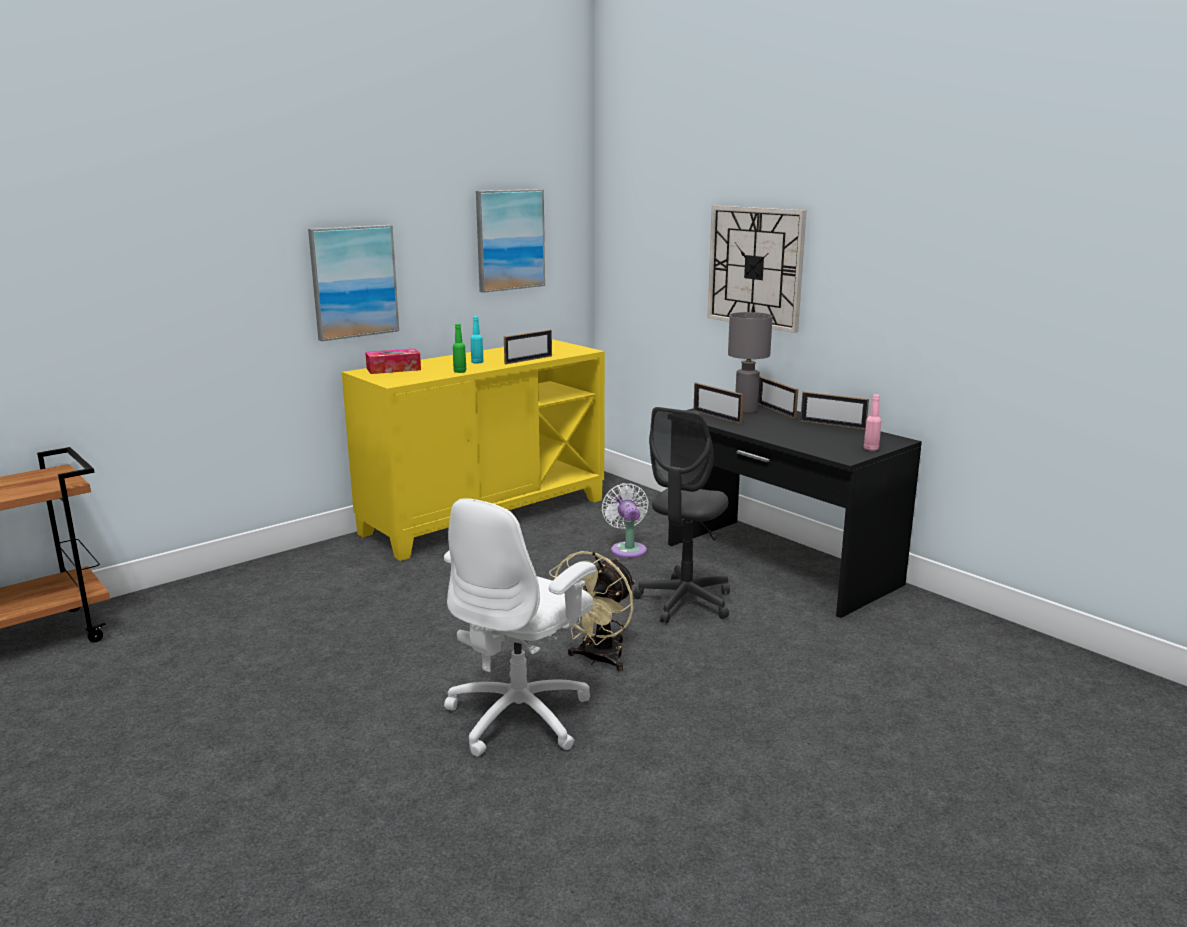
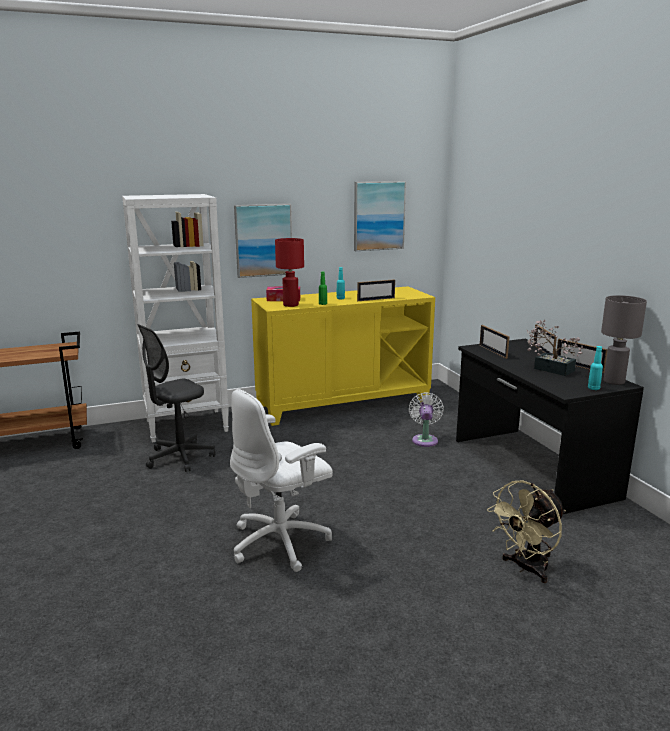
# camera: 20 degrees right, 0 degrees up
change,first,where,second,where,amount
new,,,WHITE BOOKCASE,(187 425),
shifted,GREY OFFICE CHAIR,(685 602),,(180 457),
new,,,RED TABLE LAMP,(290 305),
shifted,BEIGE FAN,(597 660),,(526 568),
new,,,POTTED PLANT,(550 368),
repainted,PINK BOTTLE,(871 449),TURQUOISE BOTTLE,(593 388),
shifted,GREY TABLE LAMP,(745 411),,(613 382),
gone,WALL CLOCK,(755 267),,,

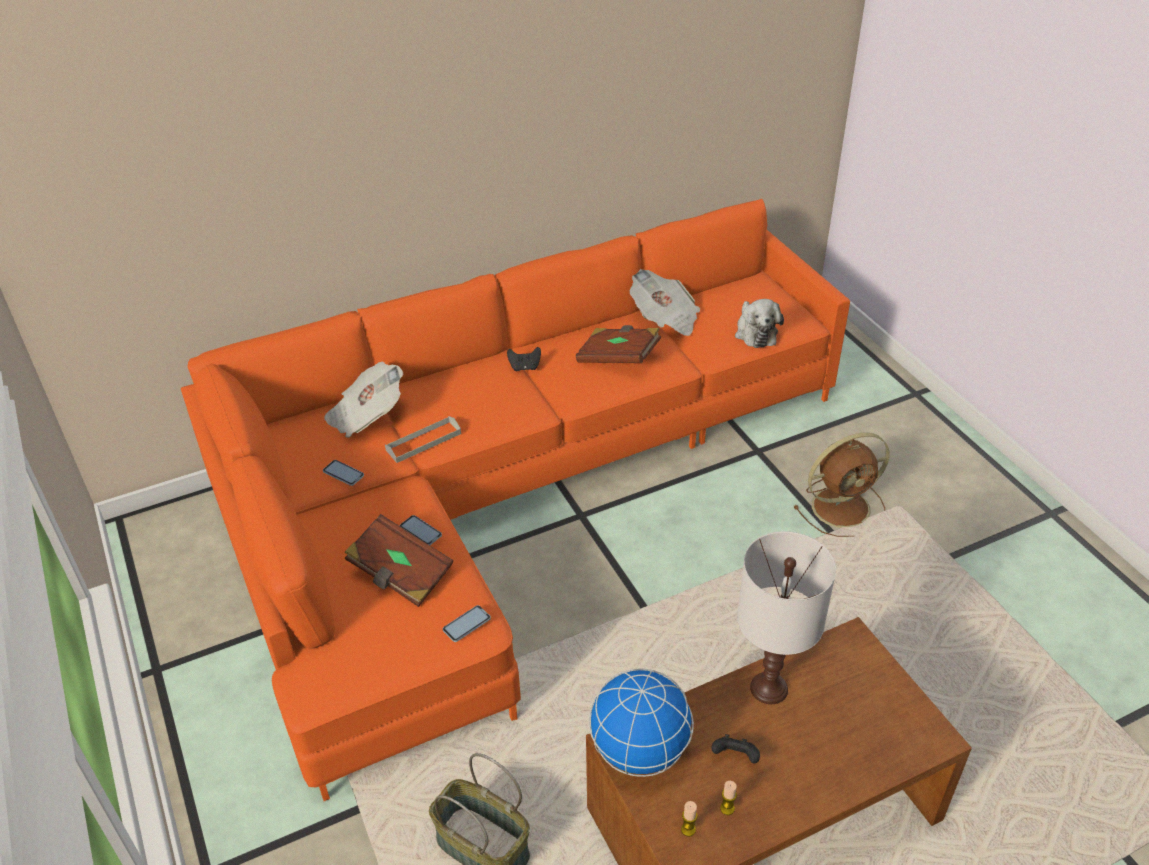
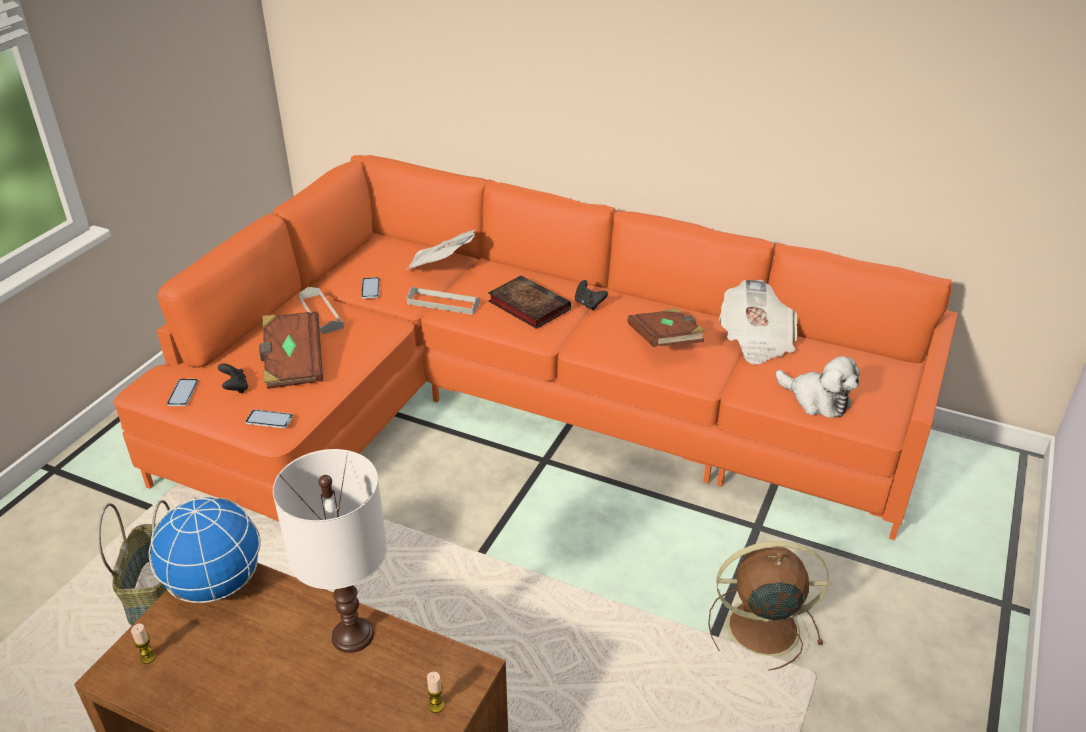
# camera: 50 degrees right, 5 degrees down
change,first,where,second,where,amount
shifted,PHONE,(420 531),,(183 393),
shifted,BLACK GAME CONTROLLER,(735 757),,(235 388),
new,,,GREY TRAY,(321 313),
shifted,CANDLE,(727 808),,(436 706),
new,,,BOOK,(527 305),
rotated,BROWN FAN,(843 507),,(759 628),150 degrees clockwise
rotated,PLUSH TOY,(755 332),,(817 400),90 degrees counterclockwise

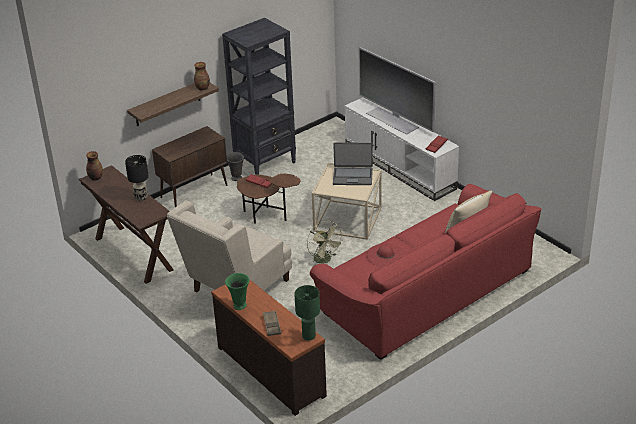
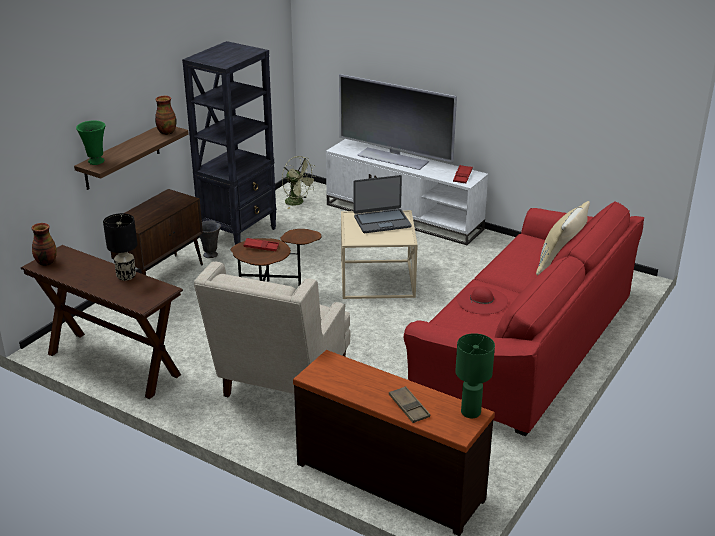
# camera: 20 degrees left, 5 degrees down
change,first,where,second,where,amount
shifted,GREEN VASE,(239 306),,(96 162),
shifted,GREEN FAN,(325 260),,(298 202),

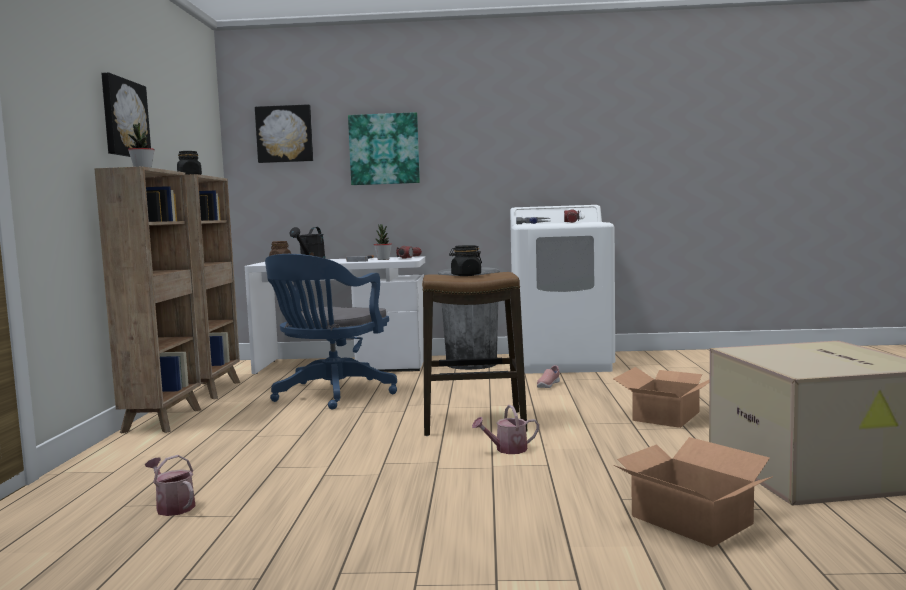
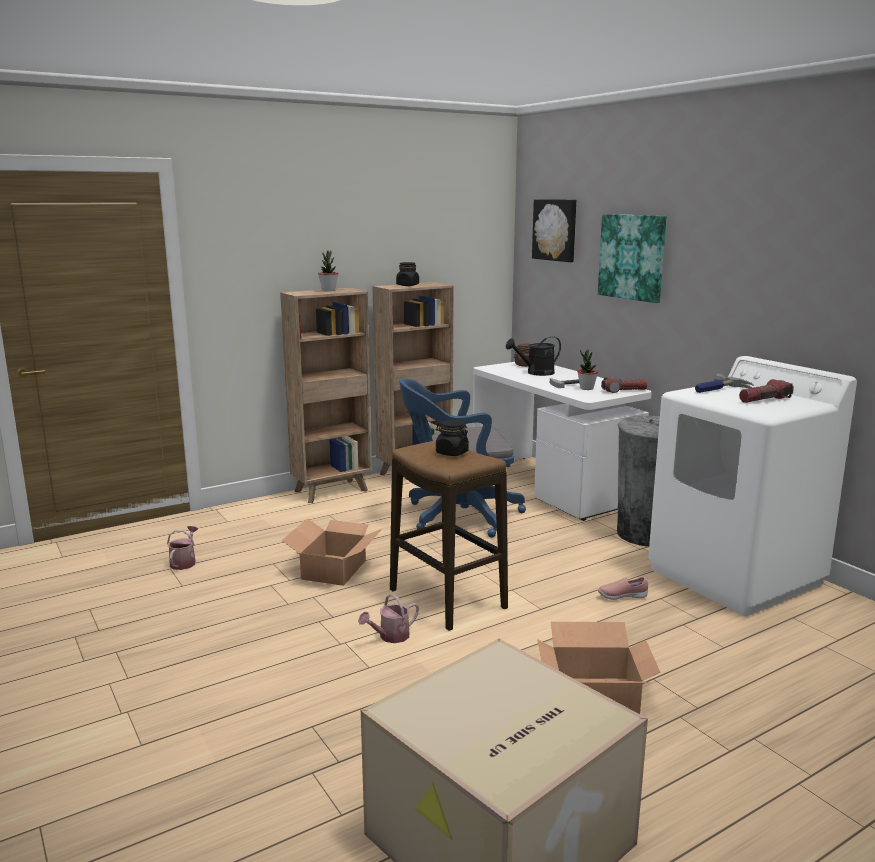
# camera: 55 degrees right, 10 degrees up
change,first,where,second,where,amount
shifted,CARDBOARD BOX,(691 521),,(333 570),
rotated,WATERING CAN,(507 449),,(390 637),75 degrees counterclockwise
gone,PICTURE,(123 118),,,

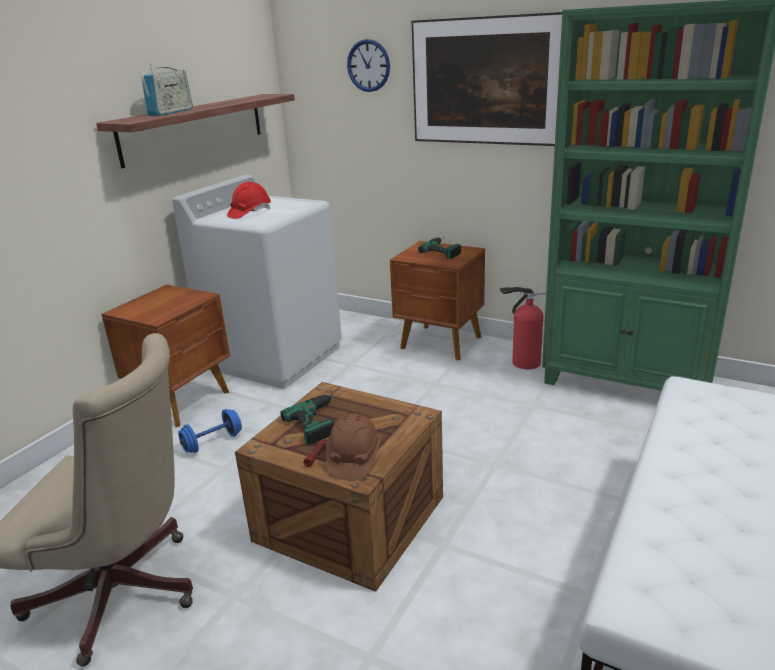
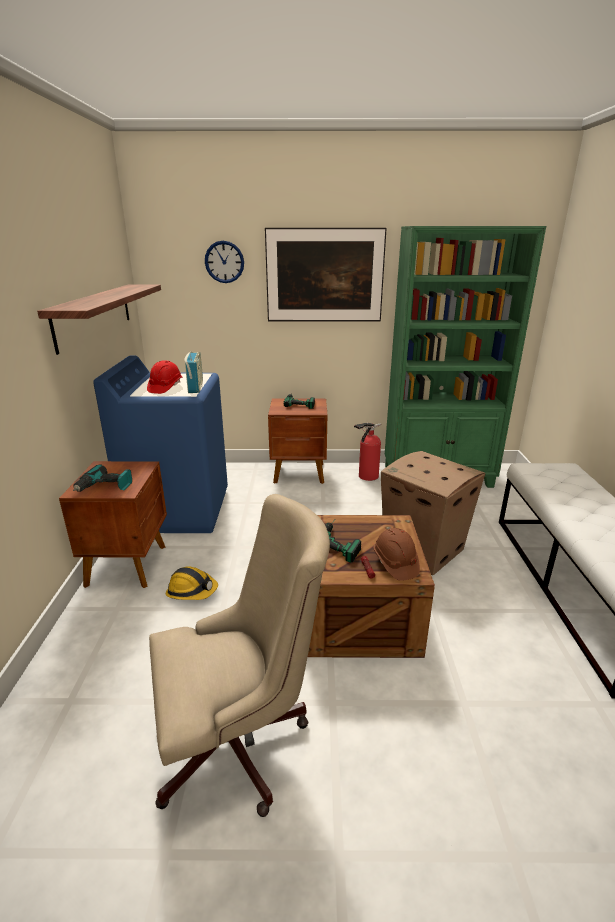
# camera: 30 degrees left, 0 degrees up
change,first,where,second,where,amount
new,,,POWER DRILL,(105 487),
repainted,WHITE WASHING MACHINE,(275 357),BLUE WASHING MACHINE,(178 509),
swapped,BLUE DUMBBELL,(212 442),HARD HAT,(192 591),
shifted,RADIO,(171 112),,(195 387),
new,,,CARDBOARD BOX,(424 550),

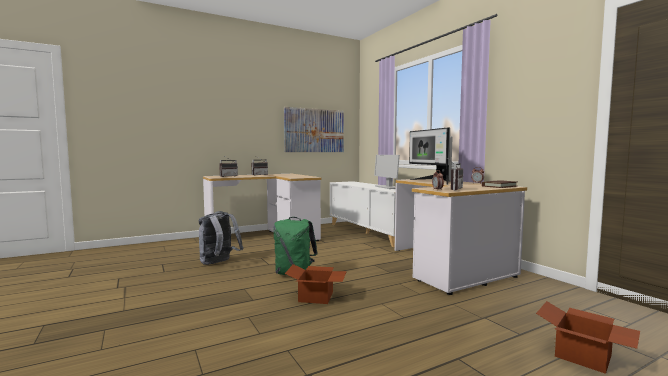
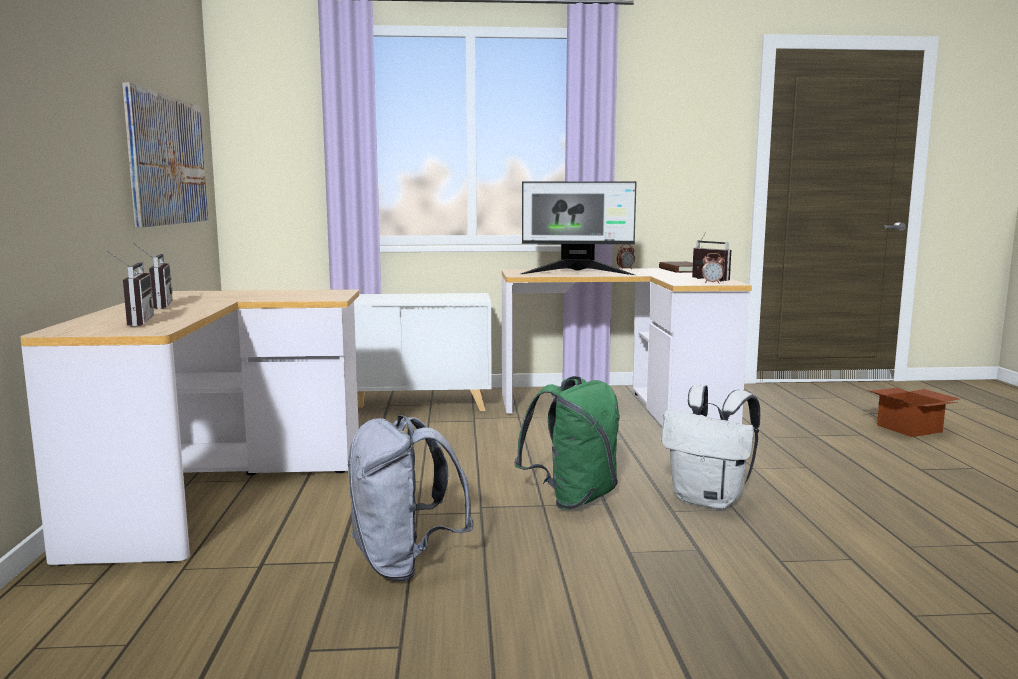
# camera: 65 degrees left, 5 degrees up
change,first,where,second,where,amount
swapped,CARDBOARD BOX,(317 297),WHITE BACKPACK,(710 500),
gone,MONITOR,(387 187),,,

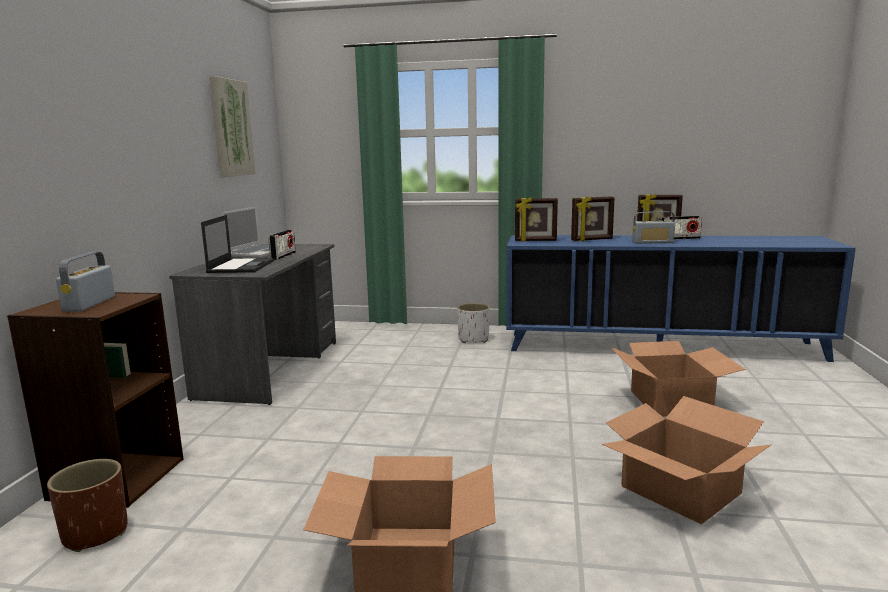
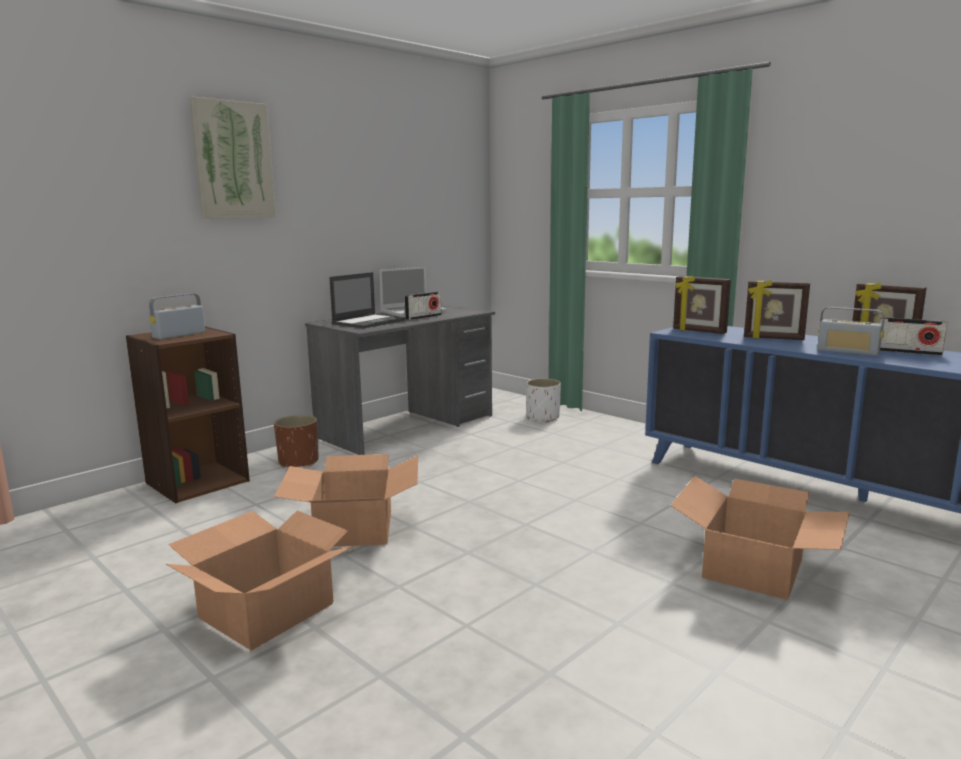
# camera: 35 degrees right, 0 degrees up
change,first,where,second,where,amount
shifted,PICTURE,(231 128),,(233 160),
shifted,BROWN PLANTER,(95 534),,(298 462),
shifted,CARDBOARD BOX,(680 490),,(353 528),
shifted,WHITE PLANTER,(473 339),,(543 417),

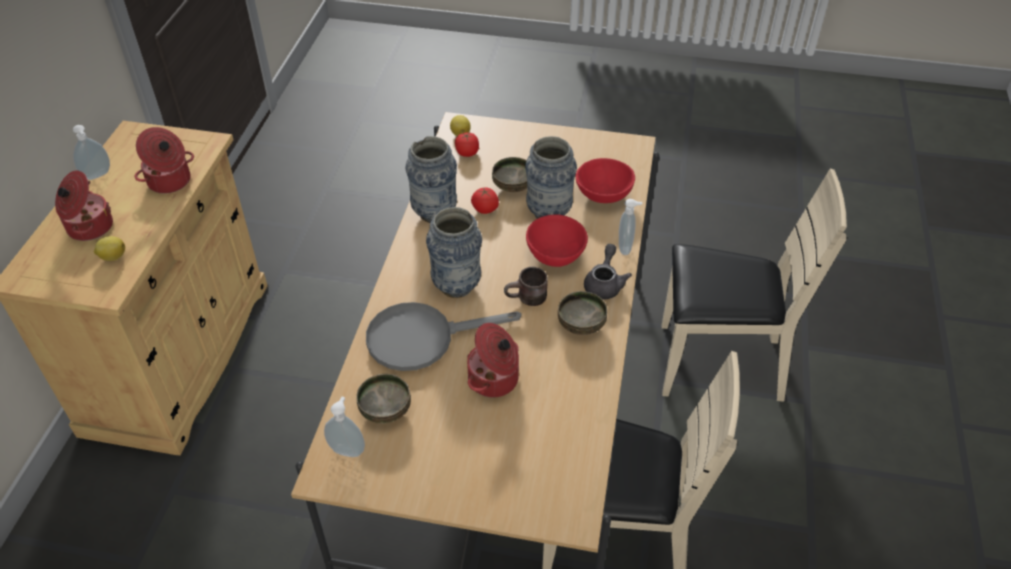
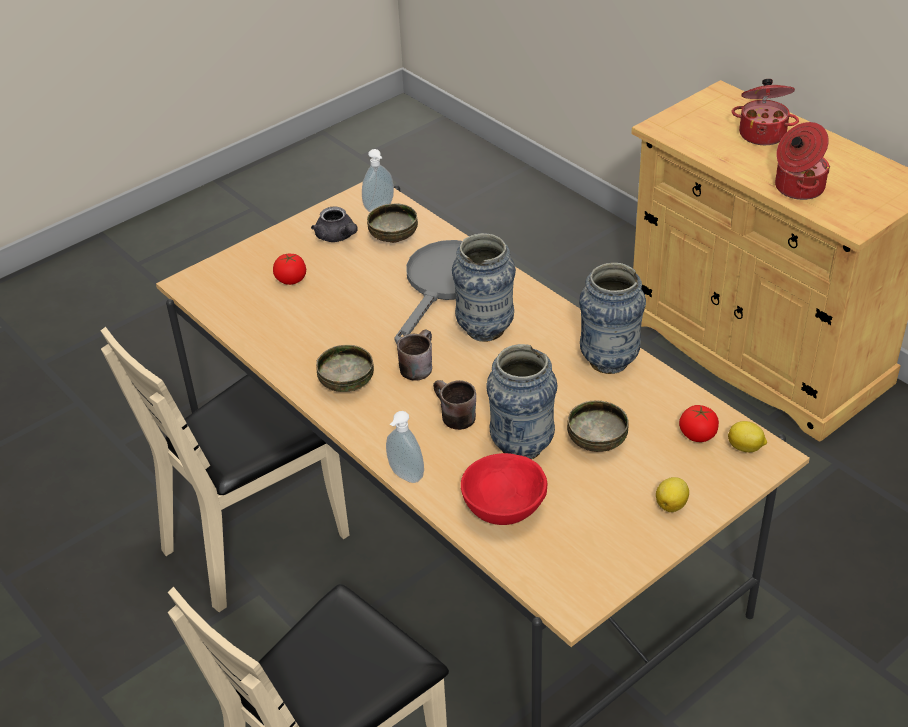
# camera: 130 degrees right, 5 degrees down
change,first,where,second,where,amount
shifted,TOMATO,(485 209),,(291 279),
shifted,GREY TEAPOT,(604 283),,(337 237),
swapped,RED BOWL,(556 256),BROWN MUG,(451 416),
shifted,LEMON,(112 257),,(672 504),
gone,SOAP DISPENSER,(98 176),,,
gone,COOKING POT,(494 380),,,

